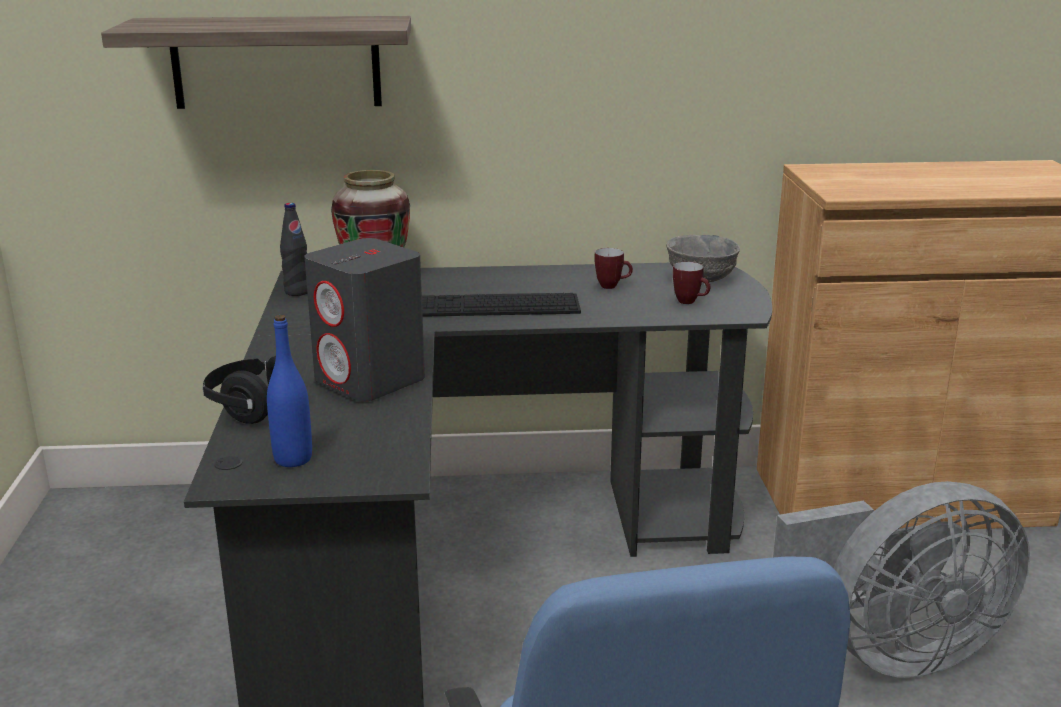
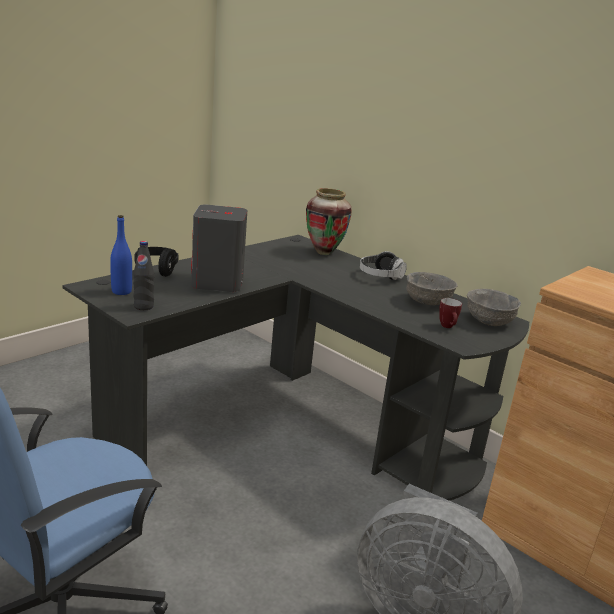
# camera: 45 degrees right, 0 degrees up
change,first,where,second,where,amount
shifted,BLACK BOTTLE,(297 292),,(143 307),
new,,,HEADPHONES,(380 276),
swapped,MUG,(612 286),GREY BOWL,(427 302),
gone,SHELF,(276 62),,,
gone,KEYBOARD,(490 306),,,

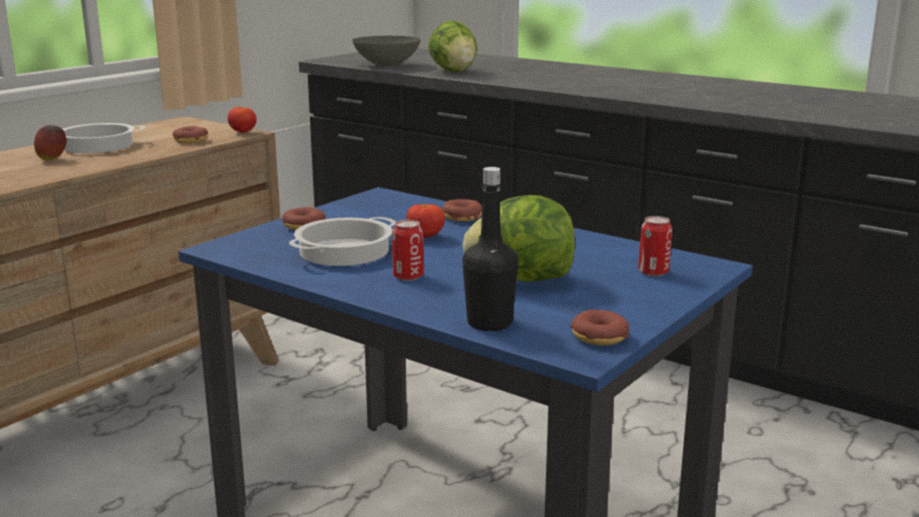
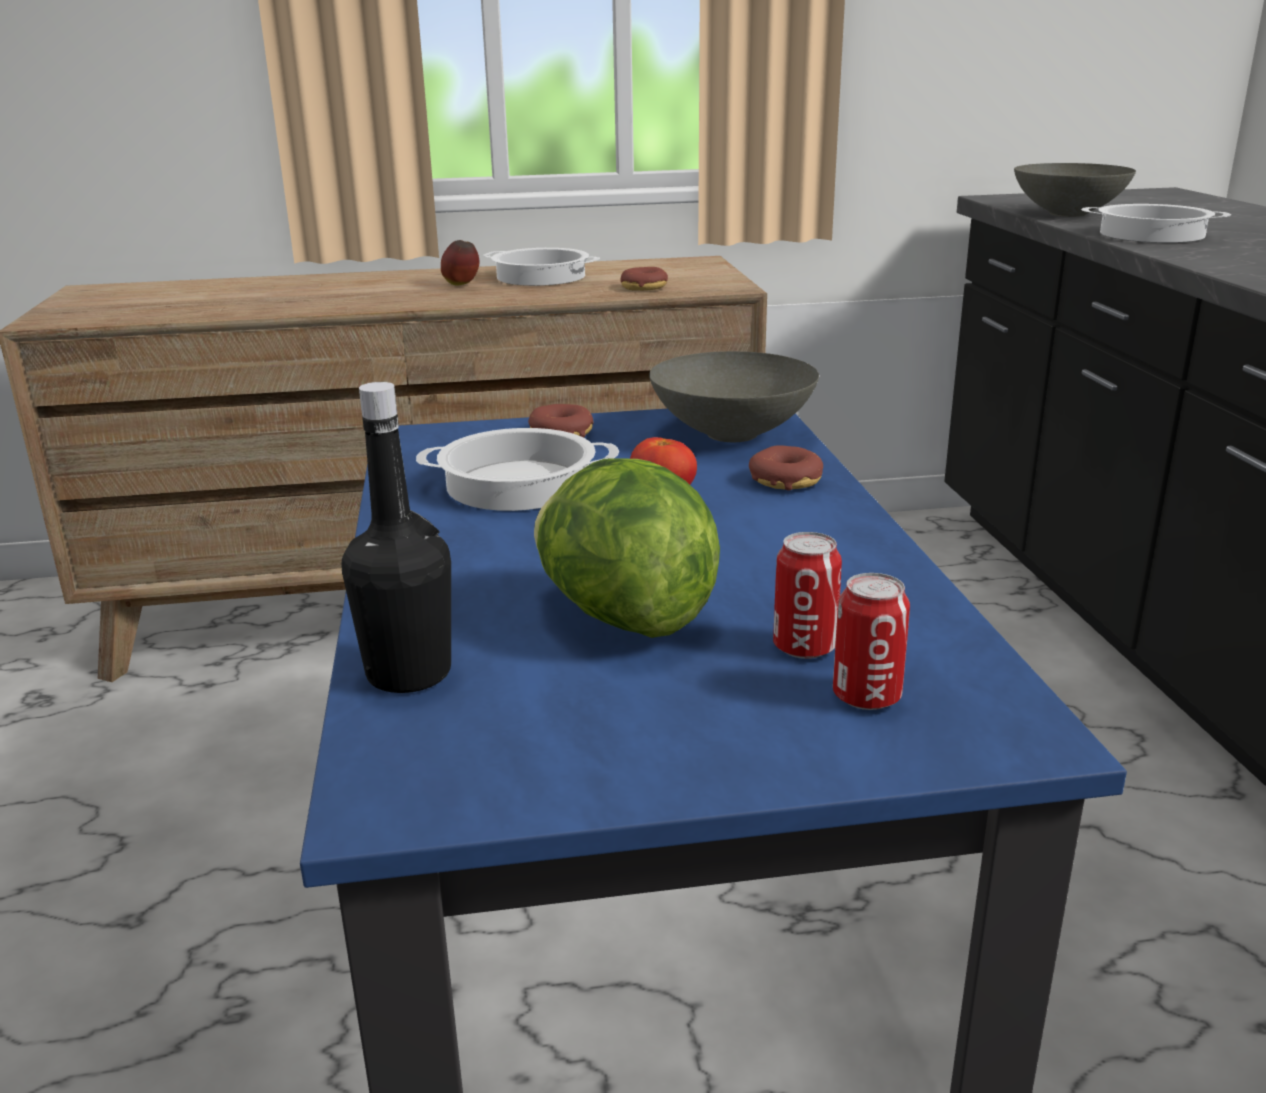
# camera: 45 degrees right, 5 degrees up
change,first,where,second,where,amount
new,,,GREY BOWL,(730 434),
shifted,CAN,(408 277),,(804 647),
swapped,LETTUCE,(454 72),COOKING POT,(1152 234),
gone,TOMATO,(243 132),,,
gone,DONUT,(599 337),,,

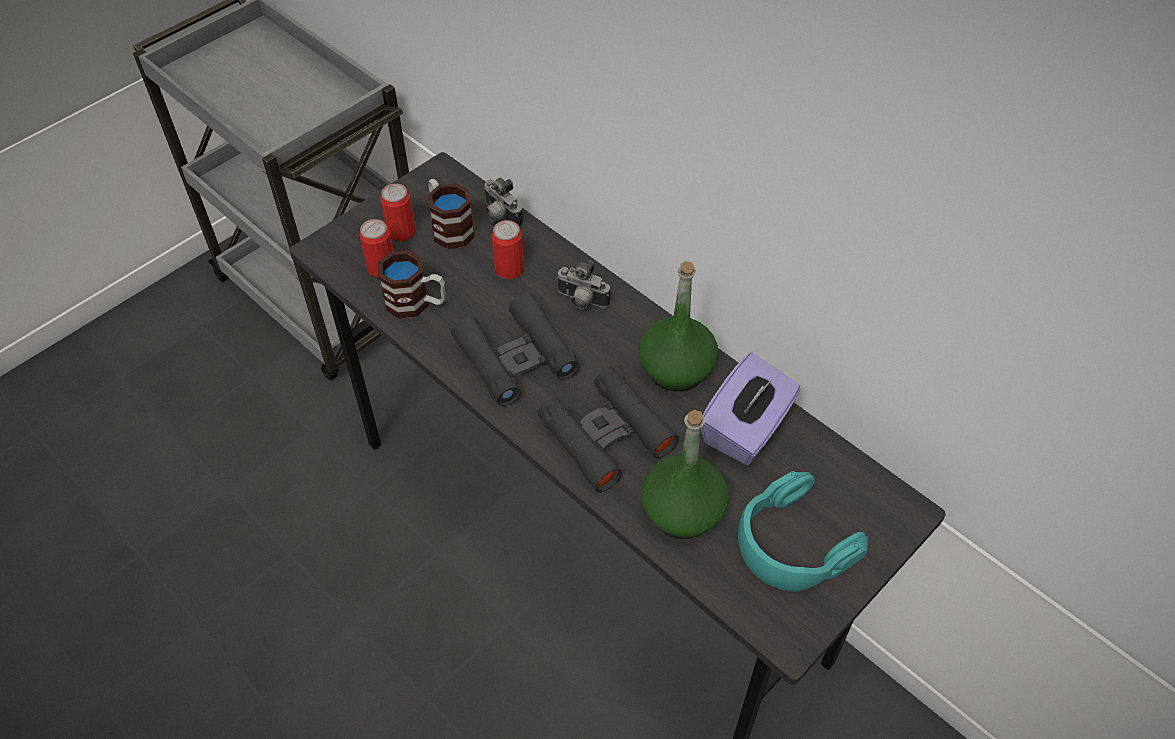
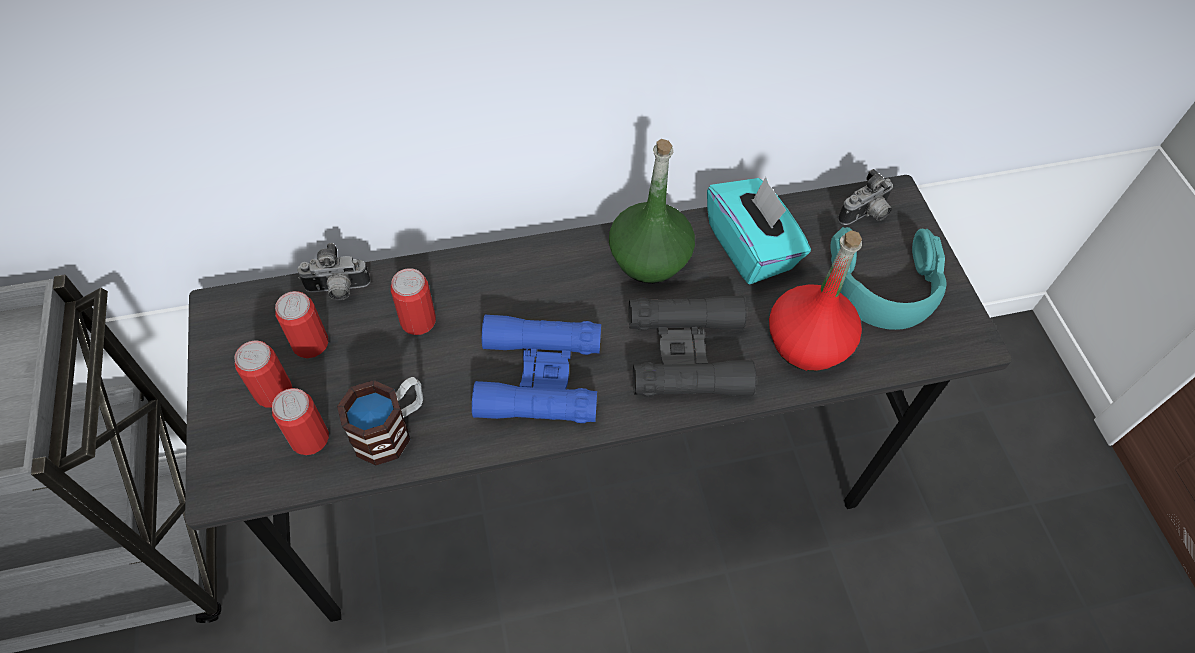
# camera: 60 degrees left, 5 degrees up
change,first,where,second,where,amount
swapped,MUG,(449 227),CAN,(310 343),
repainted,BLACK BINOCULARS,(516 357),BLUE BINOCULARS,(539 377),
repainted,PURPLE TISSUE BOX,(746 429),TURQUOISE TISSUE BOX,(751 248),
repainted,GREEN BOTTLE,(682 511),RED BOTTLE,(807 343),
shifted,PHOTO CAMERA,(581 301),,(865 215),

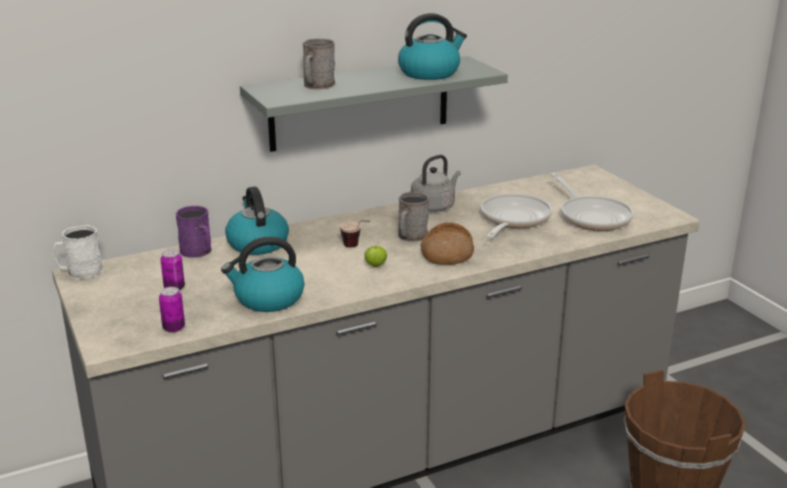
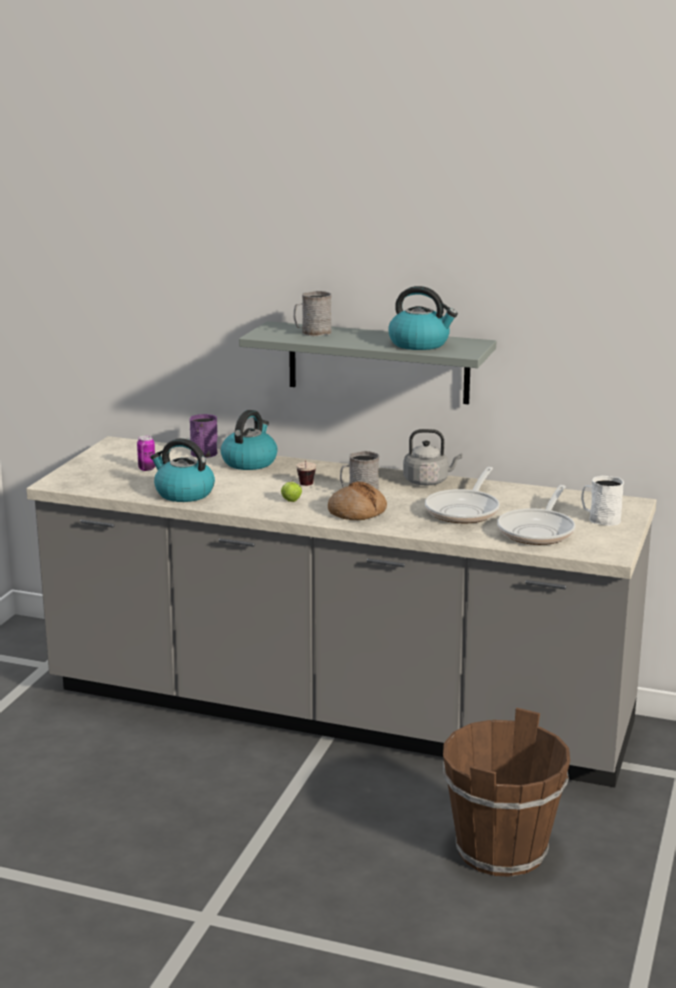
# camera: 45 degrees right, 5 degrees down
change,first,where,second,where,amount
rotated,FRYING PAN,(512 220),,(464 510),135 degrees clockwise
shifted,WHITE MUG,(80 272),,(600 519),
gone,CAN,(174 328),,,

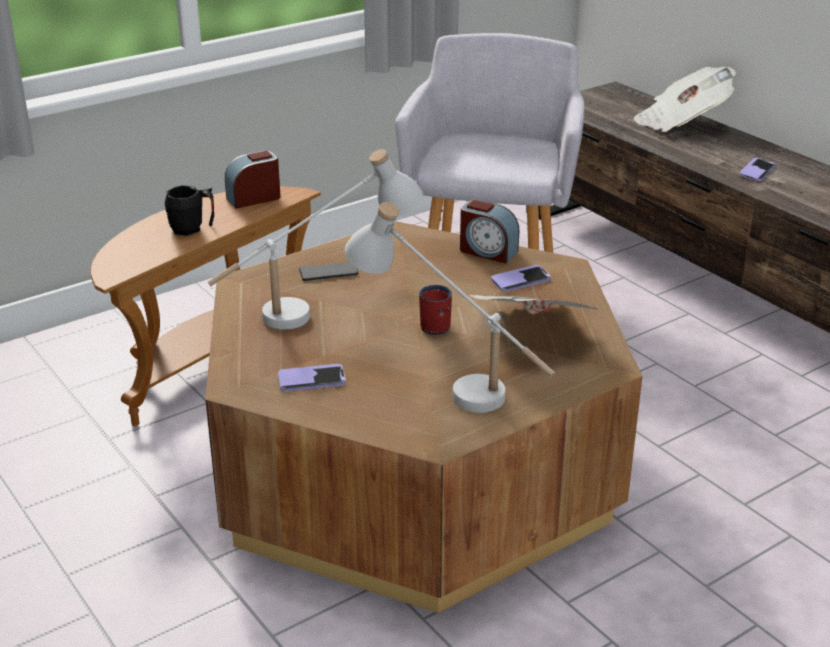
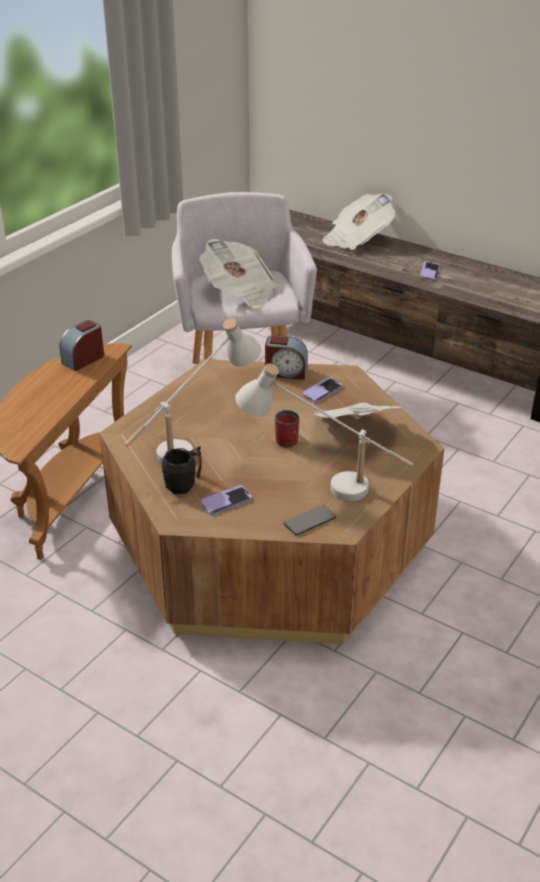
# camera: 20 degrees left, 5 degrees up
change,first,where,second,where,amount
shifted,BLACK MUG,(192 228),,(184 484),
new,,,NEWSPAPER,(239 292),
shifted,PHONE,(328 272),,(309 521),

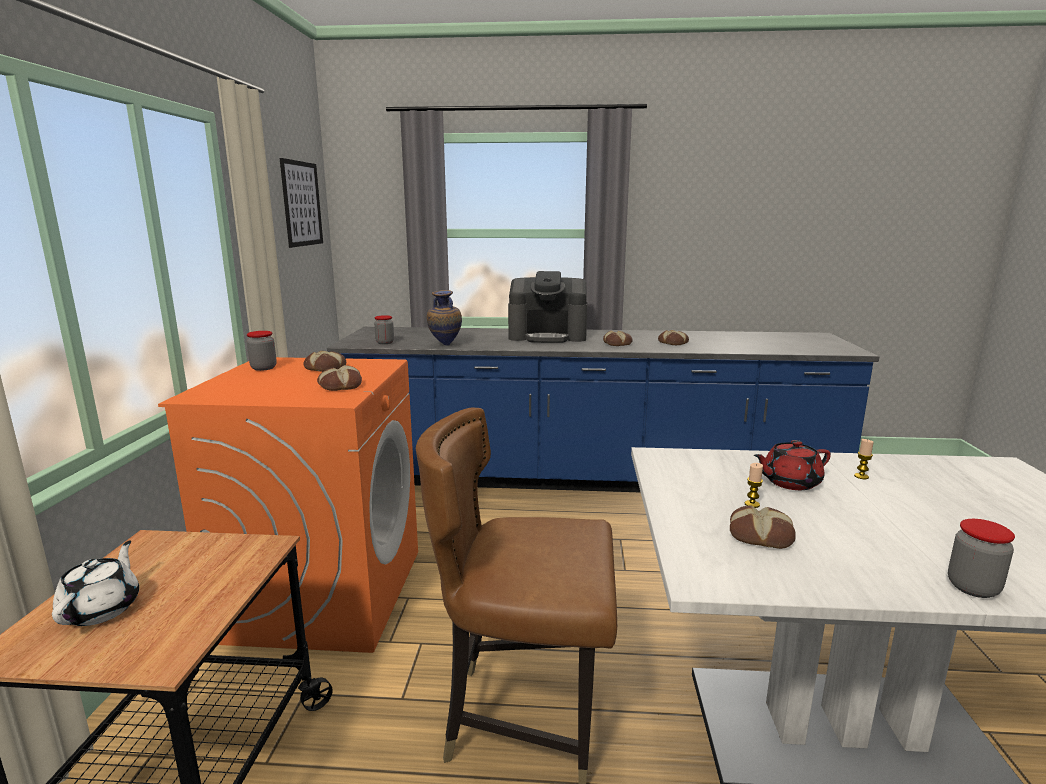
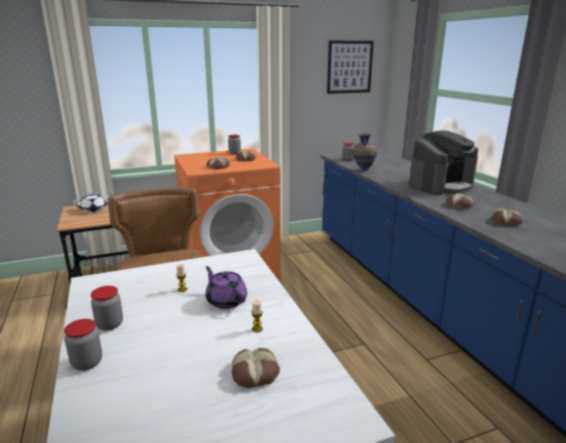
# camera: 65 degrees right, 5 degrees up
change,first,where,second,where,amount
new,,,JAR,(110 324),
repainted,RED TEAPOT,(789 482),PURPLE TEAPOT,(226 300),
shifted,BREAD,(760 534),,(255 373),
rotated,COFFEE MACHINE,(548 336),,(440 185),105 degrees counterclockwise

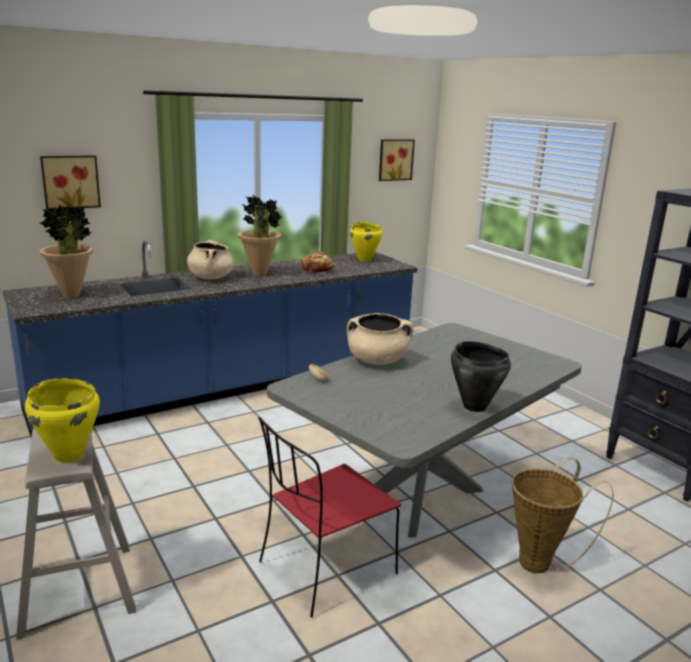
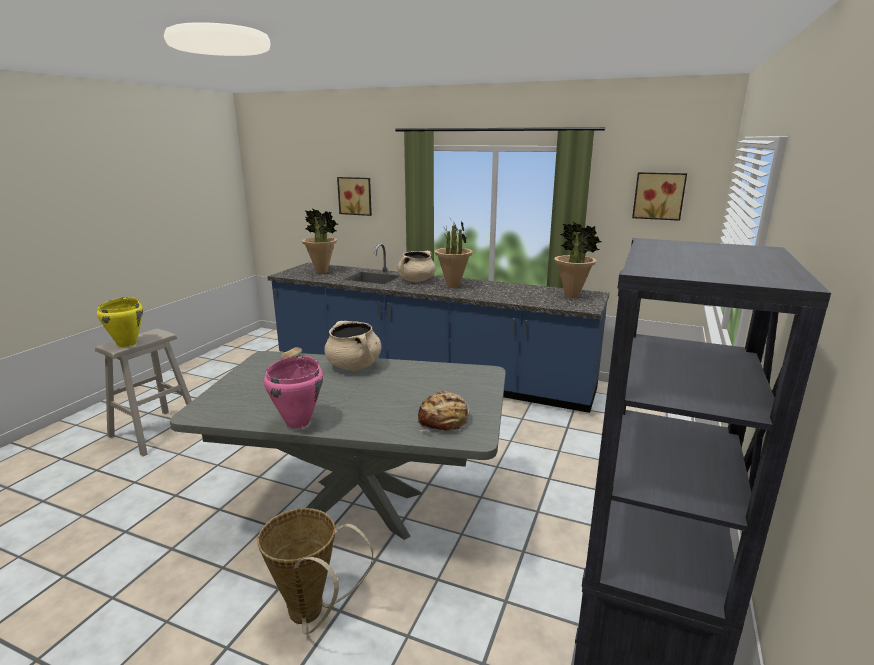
# camera: 55 degrees right, 0 degrees up
change,first,where,second,where,amount
repainted,BLACK COOKING POT,(474 406),PINK COOKING POT,(298 422),
shifted,BREAD,(318 270),,(444 421),
swapped,YELLOW COOKING POT,(365 260),POTTED PLANT,(572 296),
gone,RED CHAIR,(324 569),,,

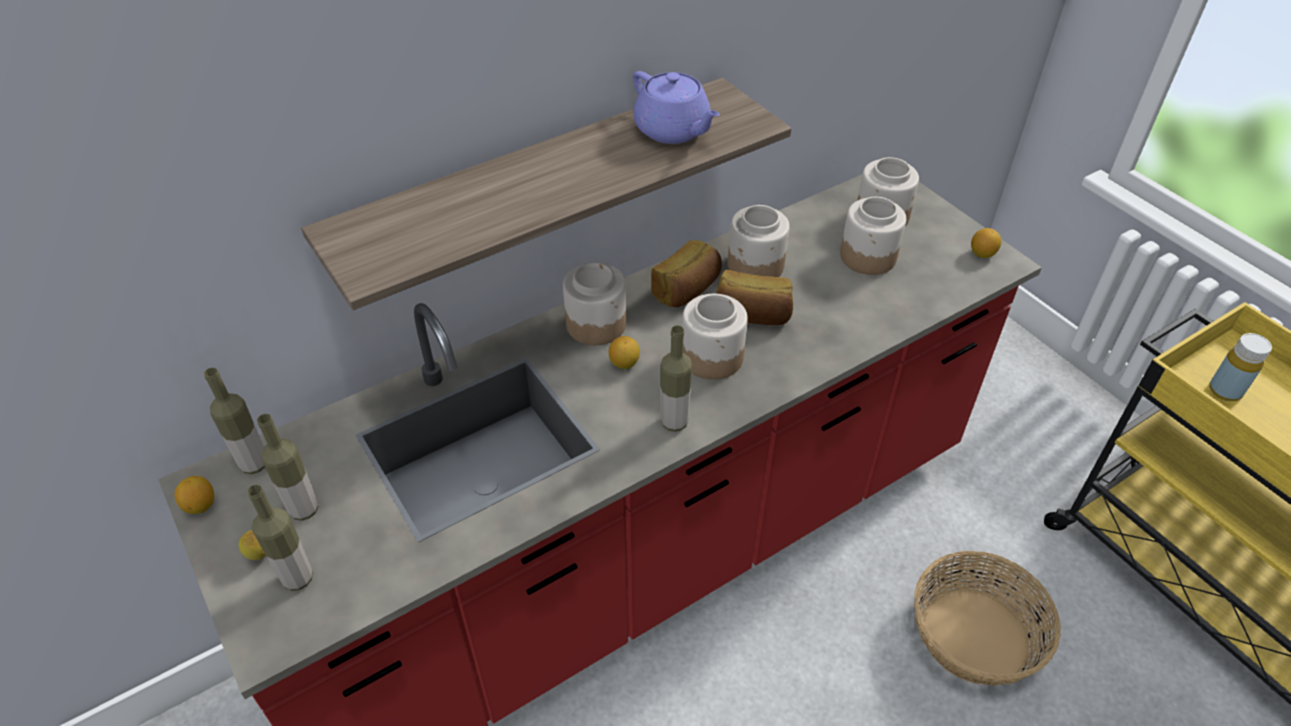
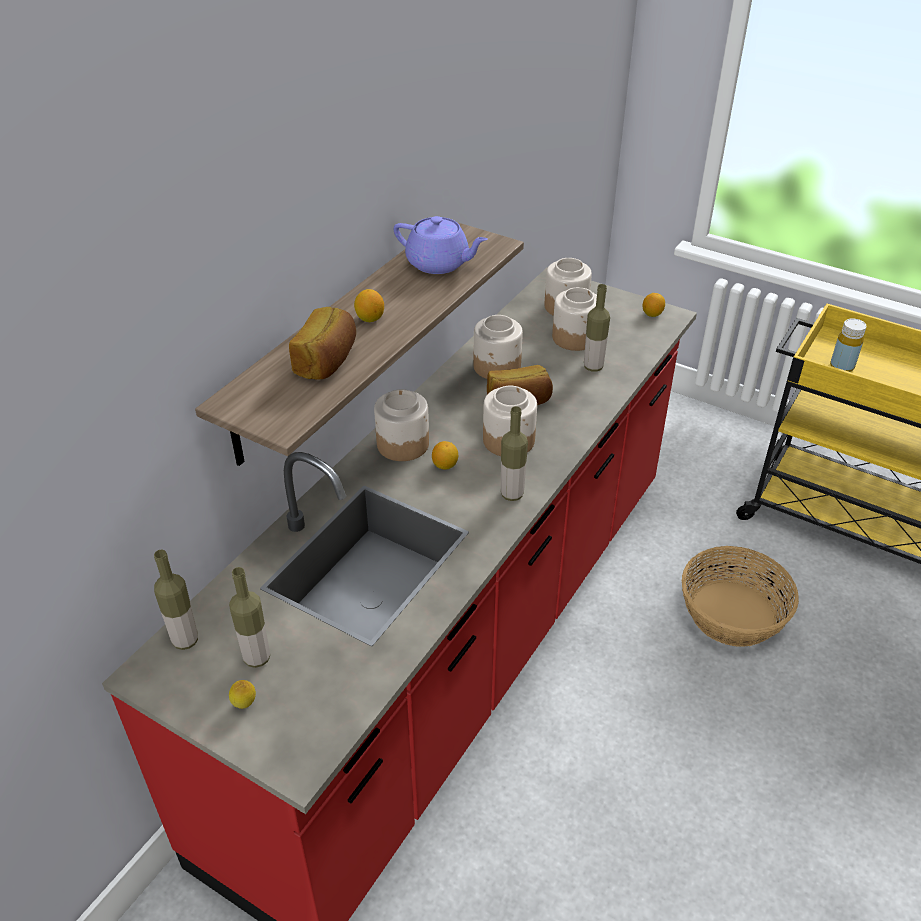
# camera: 25 degrees left, 5 degrees down
change,first,where,second,where,amount
shifted,BREAD,(687 290),,(327 361),
shifted,LEMON,(200 505),,(370 318),
shifted,BOTTLE,(298 578),,(593 367),

